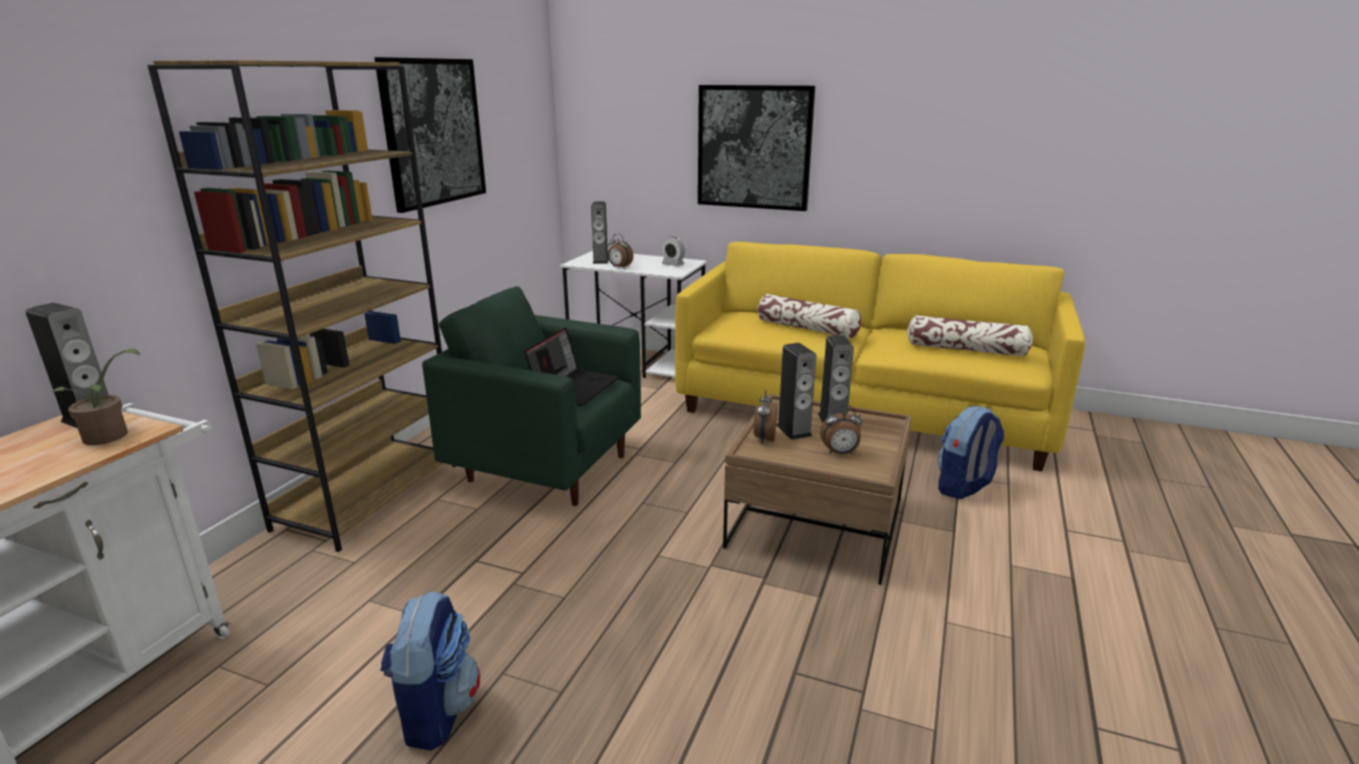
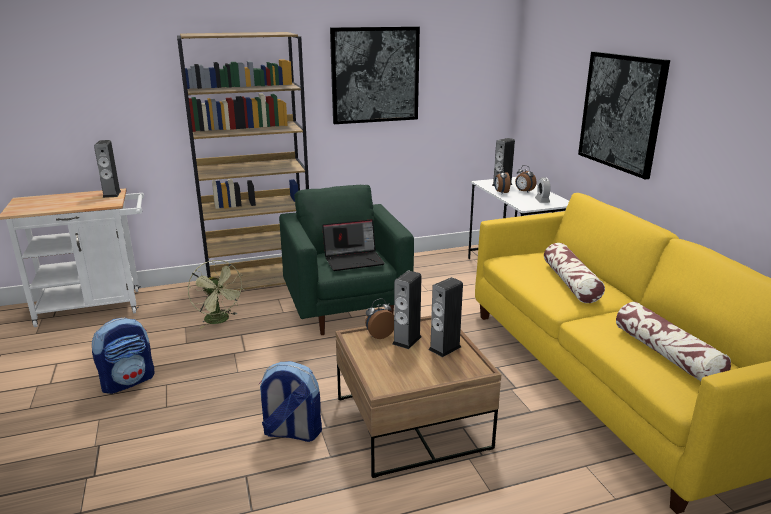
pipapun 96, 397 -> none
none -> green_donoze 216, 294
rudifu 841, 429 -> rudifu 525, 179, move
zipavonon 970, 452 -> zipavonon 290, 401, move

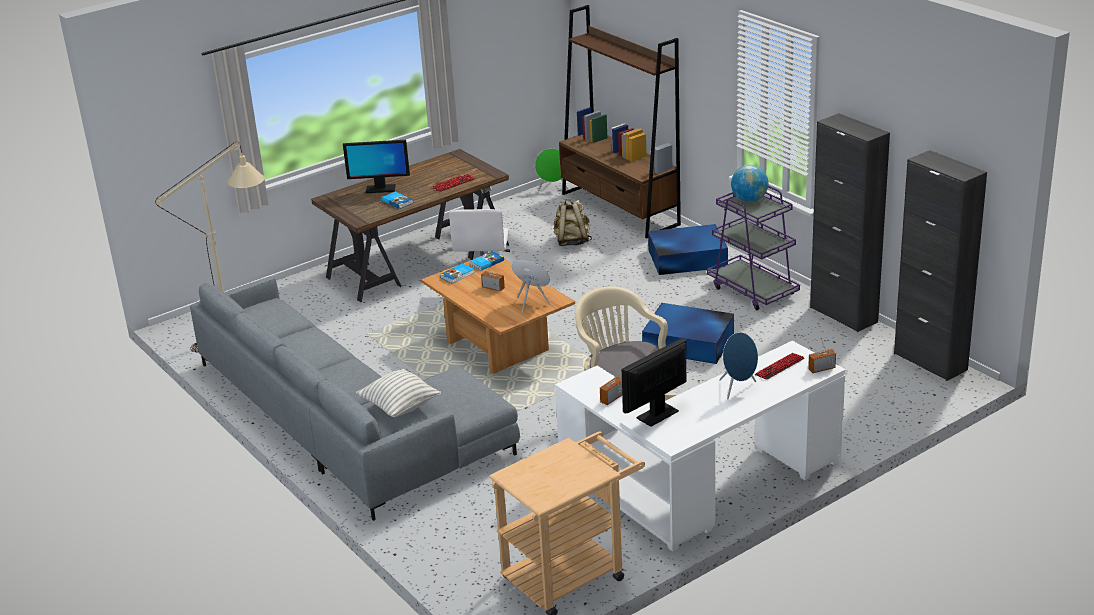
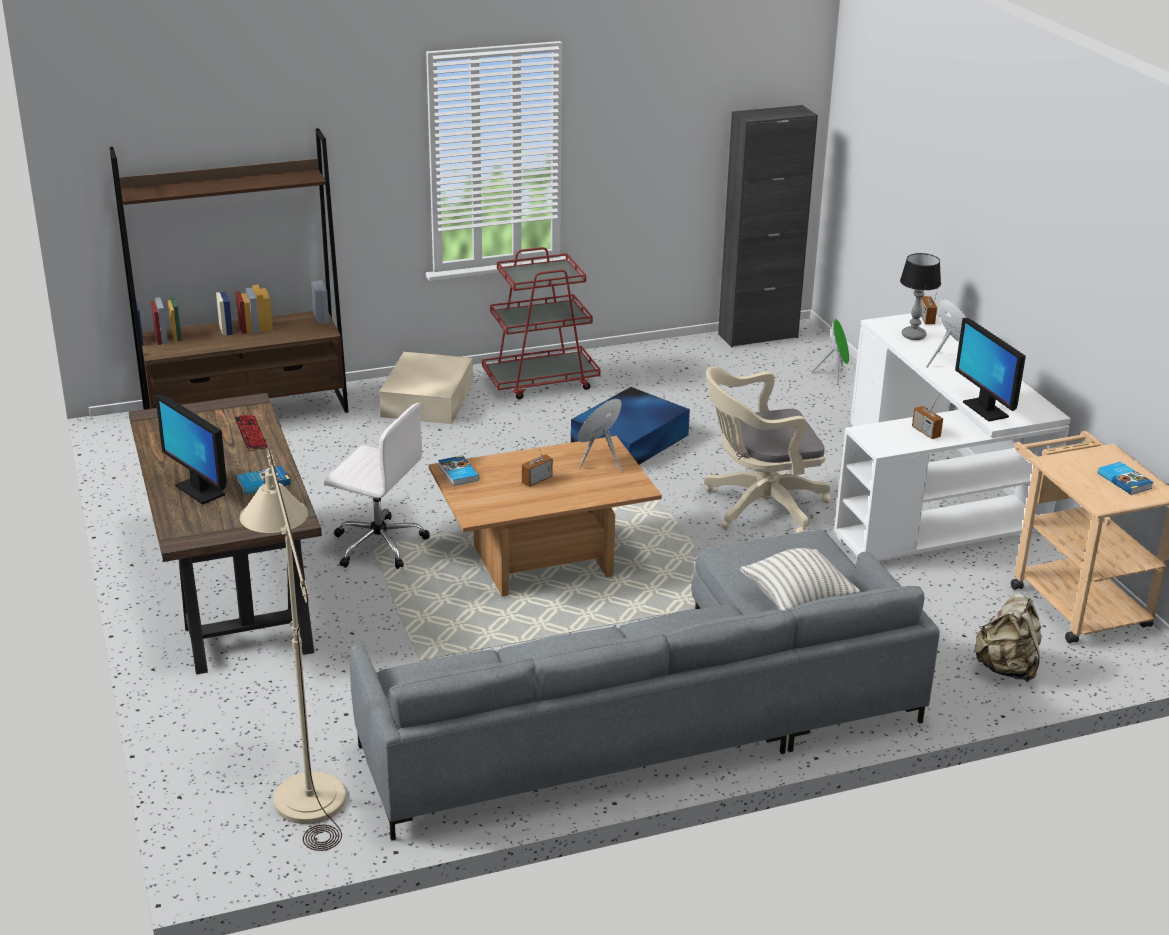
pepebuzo 750, 183 -> none
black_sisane 850, 222 -> none
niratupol 457, 273 -> niratupol 1126, 478, move
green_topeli 551, 170 -> green_topeli 830, 351, move
beige_zipavonon 572, 222 -> beige_zipavonon 1007, 637, move
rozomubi 779, 366 -> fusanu 920, 296
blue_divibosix 688, 249 -> beige_divibosix 426, 388
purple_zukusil 753, 248 -> red_zukusil 541, 323
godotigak 376, 166 -> godotigak 191, 449, 120 degrees clockwise

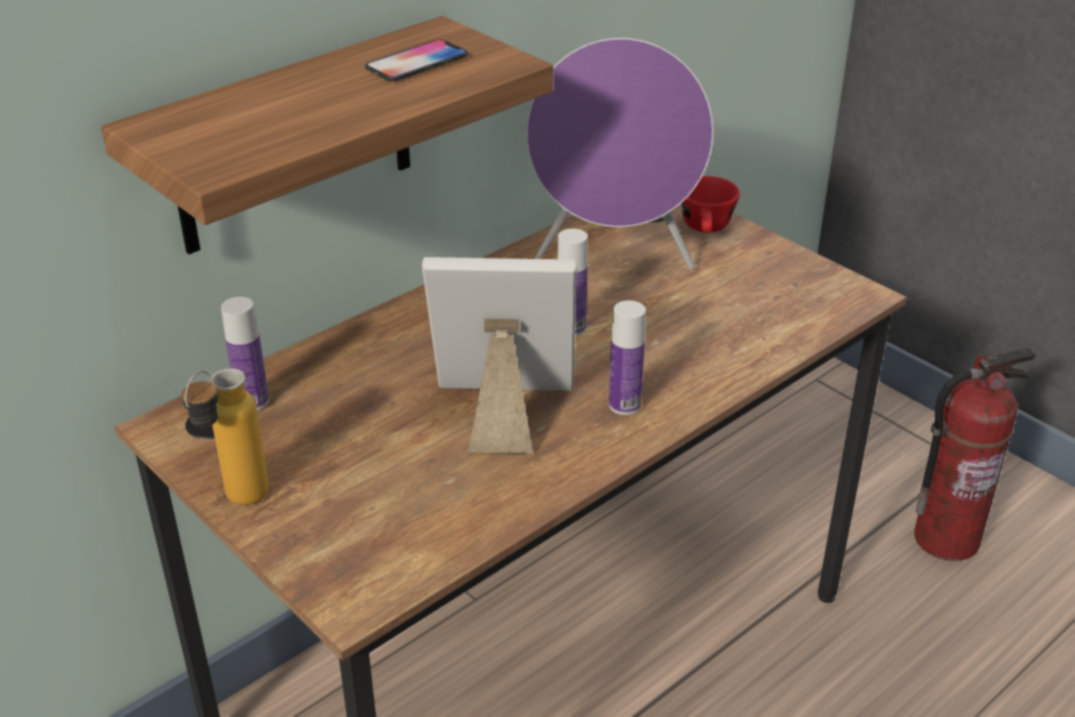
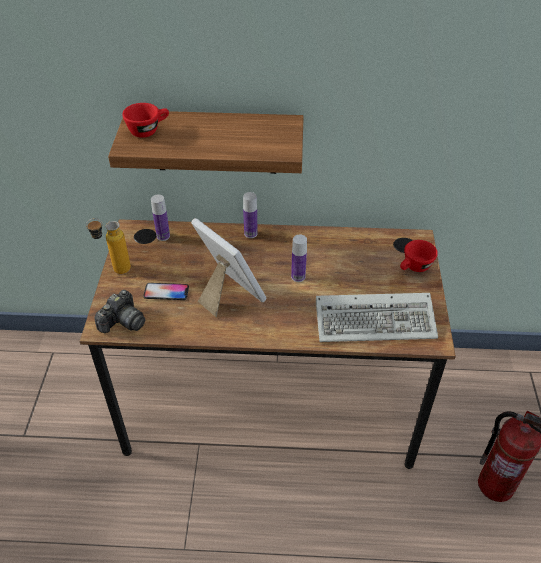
purple_topeli 619, 154 -> none
none -> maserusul 119, 311
none -> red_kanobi 145, 120
none -> rozomubi 377, 317
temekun 416, 60 -> temekun 166, 291, move
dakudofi 627, 357 -> dakudofi 250, 215, move

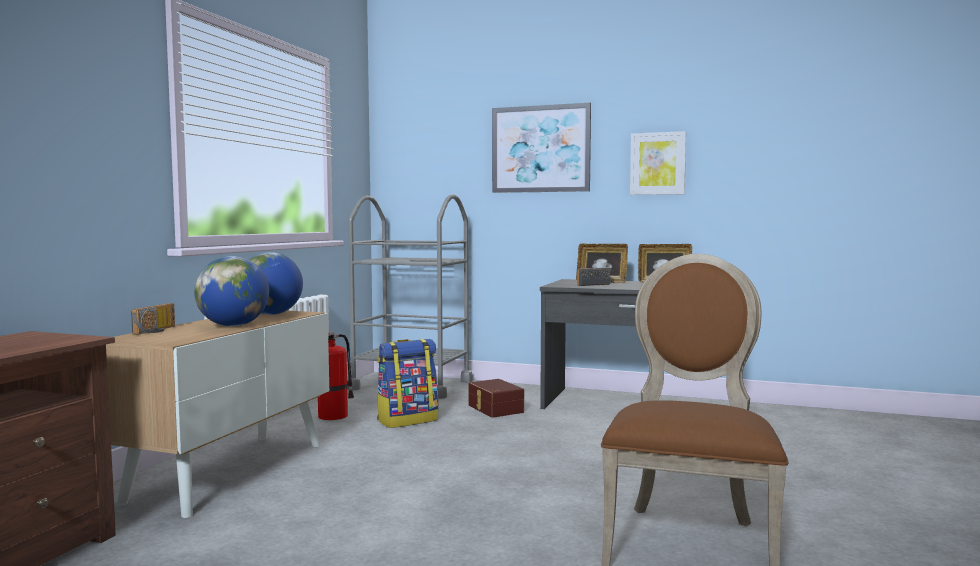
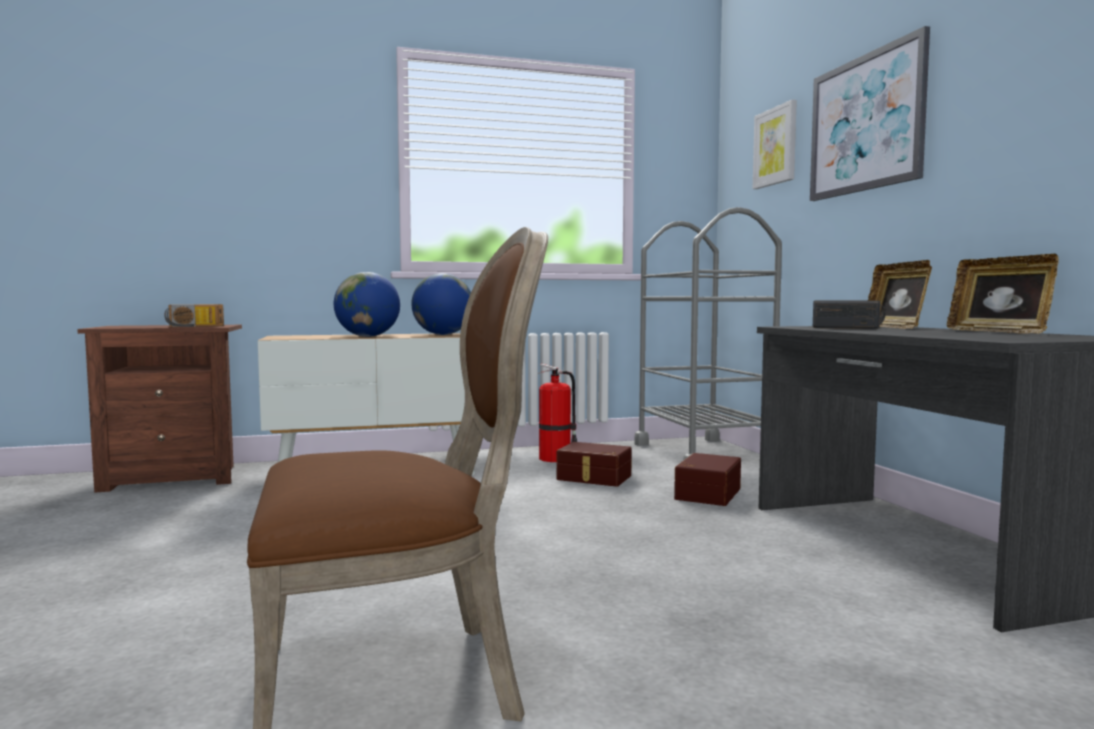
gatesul 153, 319 -> gatesul 194, 315, move
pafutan 658, 163 -> pafutan 775, 144, move
zipavonon 407, 383 -> brown_divibosix 594, 464

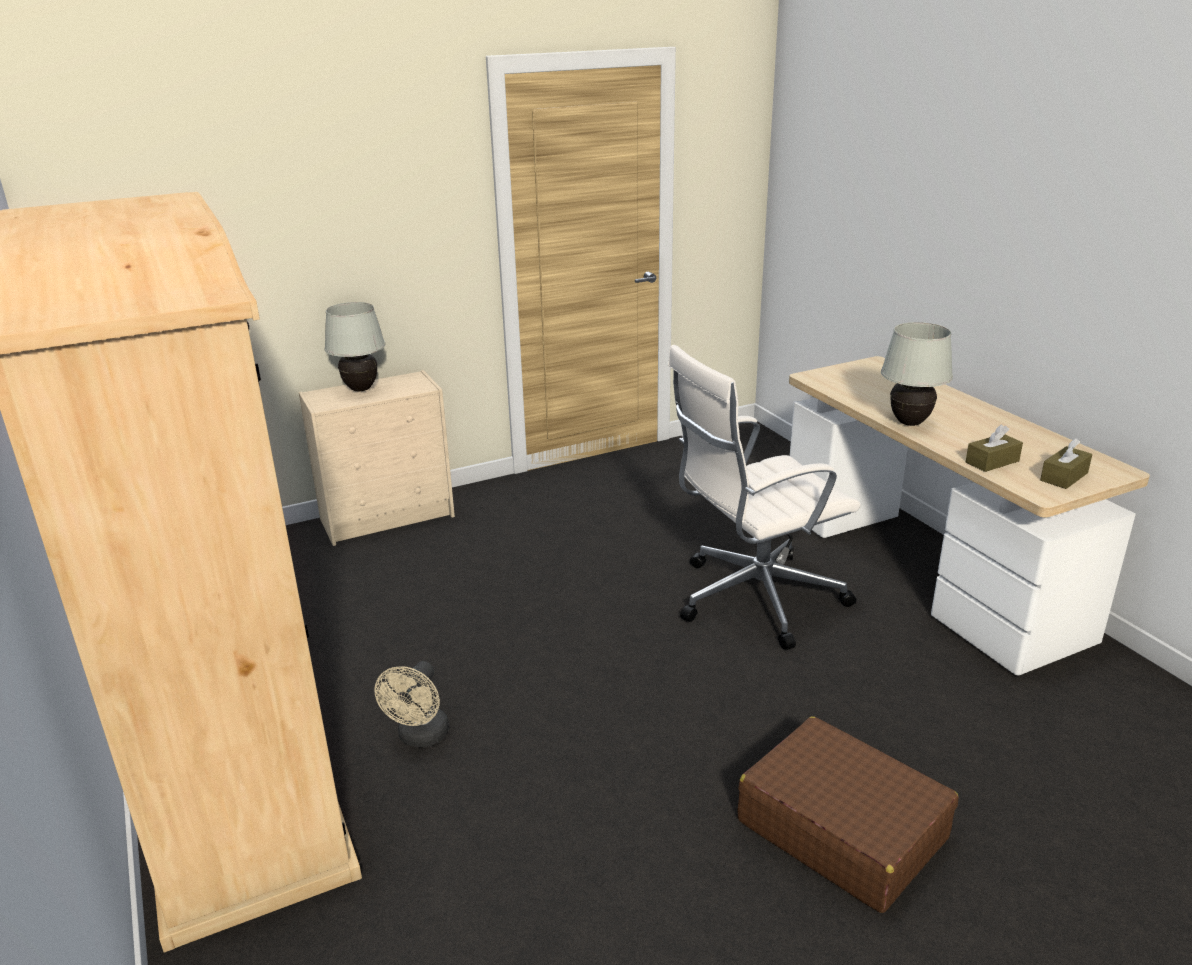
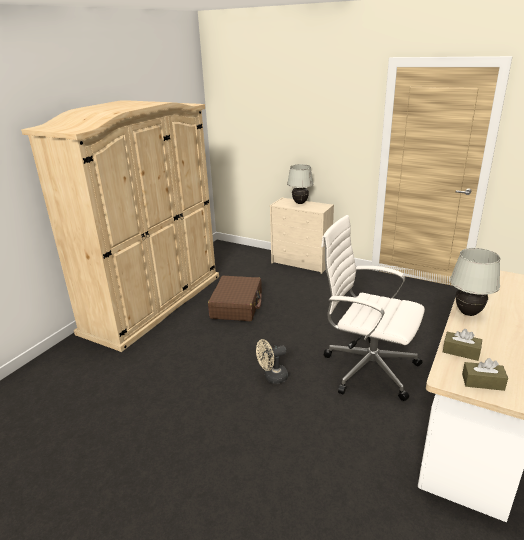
beige_donoze 411, 704 -> beige_donoze 272, 361, move
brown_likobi 848, 814 -> brown_likobi 235, 298, move

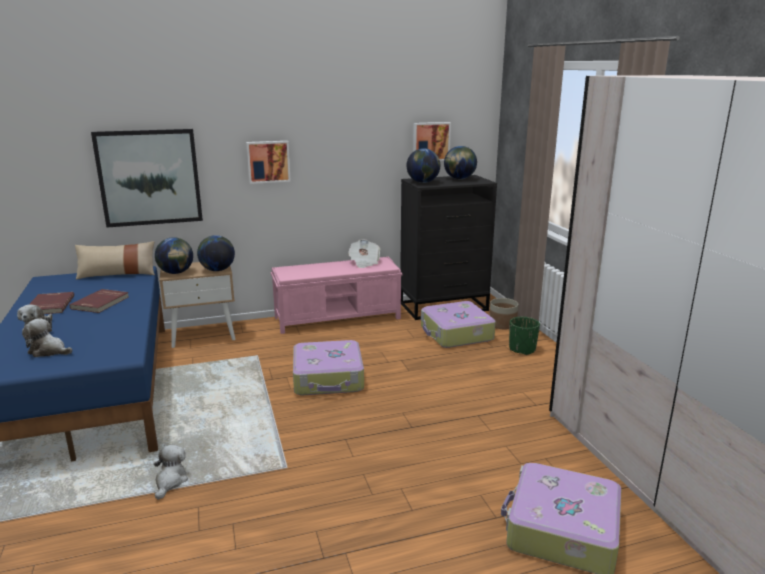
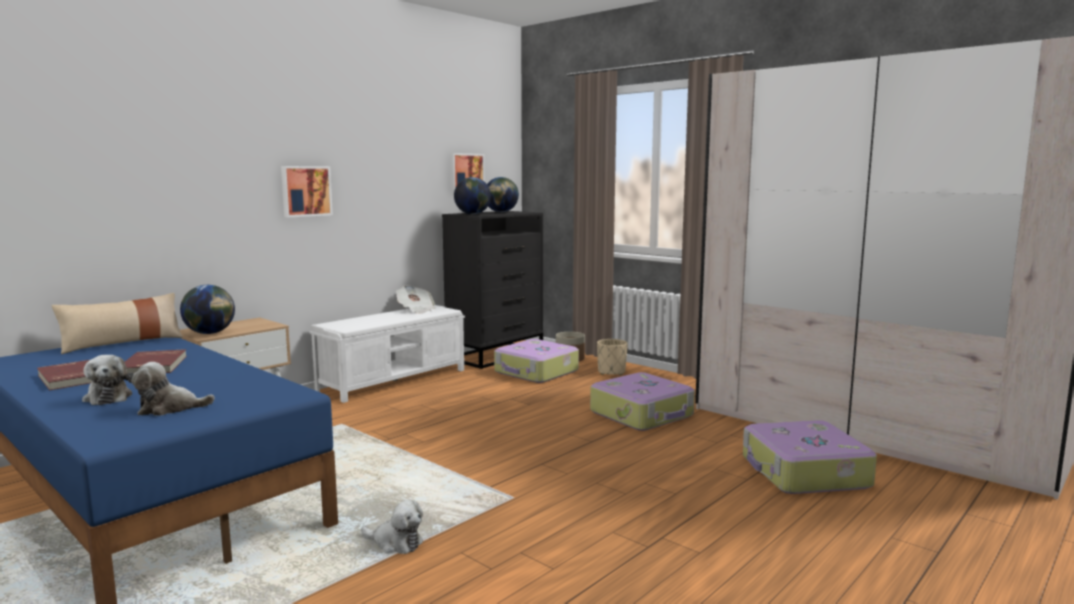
pafutan 147, 178 -> none
pepebuzo 216, 253 -> none
likobi 328, 367 -> likobi 642, 401, move
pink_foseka 337, 295 -> white_foseka 387, 354
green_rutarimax 524, 336 -> beige_rutarimax 612, 357
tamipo 171, 472 -> tamipo 392, 527, 135 degrees clockwise

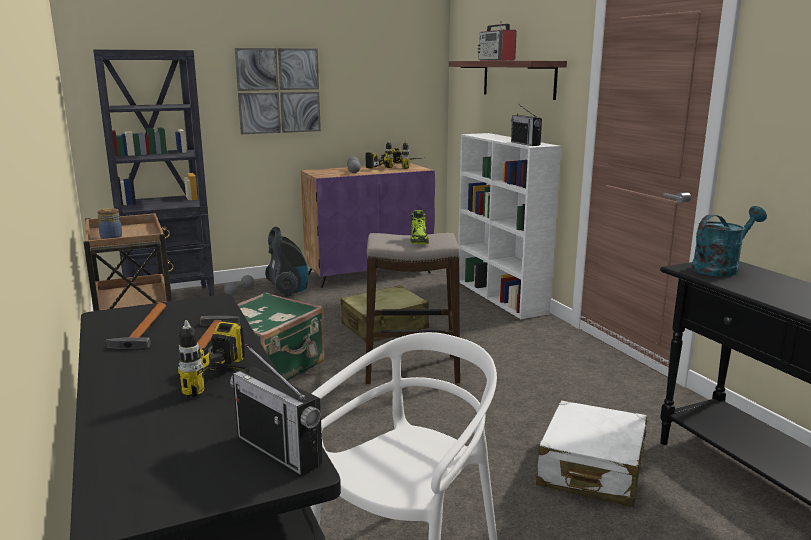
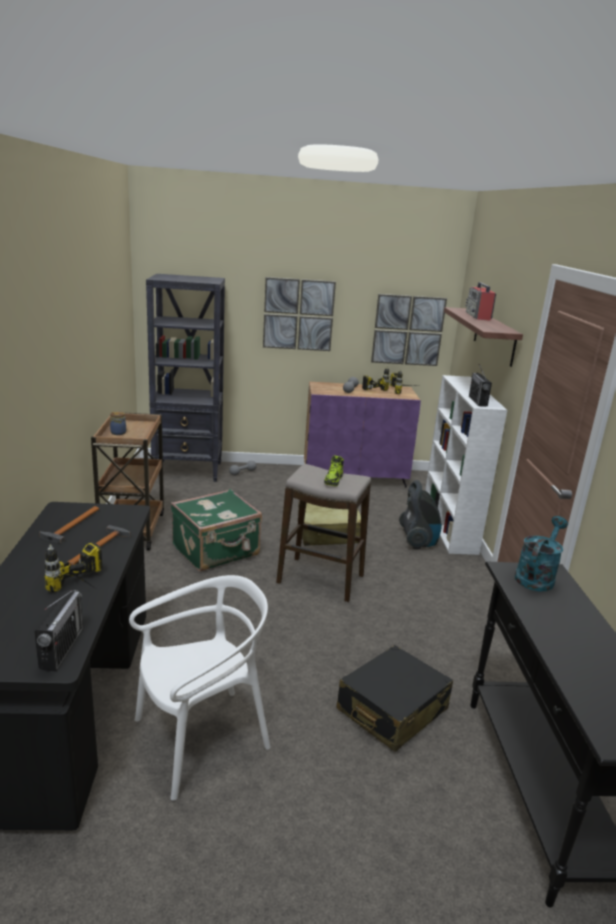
none -> pafutan 409, 330
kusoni 286, 262 -> kusoni 420, 514, move
white_likobi 591, 453 -> black_likobi 394, 698
gatesul 276, 410 -> gatesul 58, 630, 150 degrees counterclockwise
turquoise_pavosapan 729, 241 -> turquoise_pavosapan 541, 553, 45 degrees counterclockwise

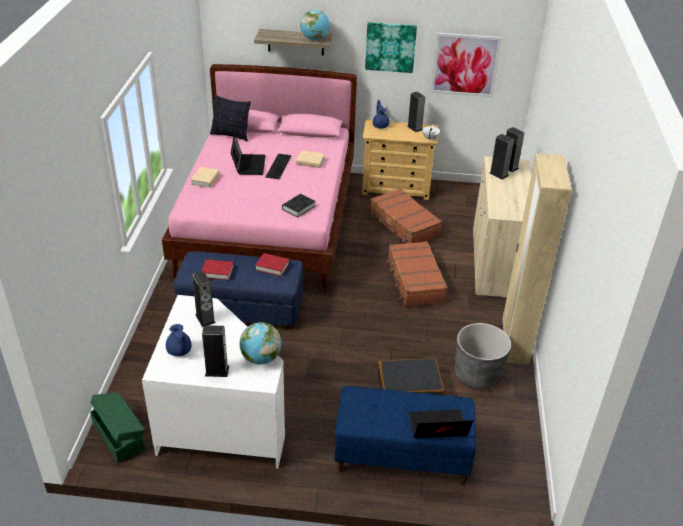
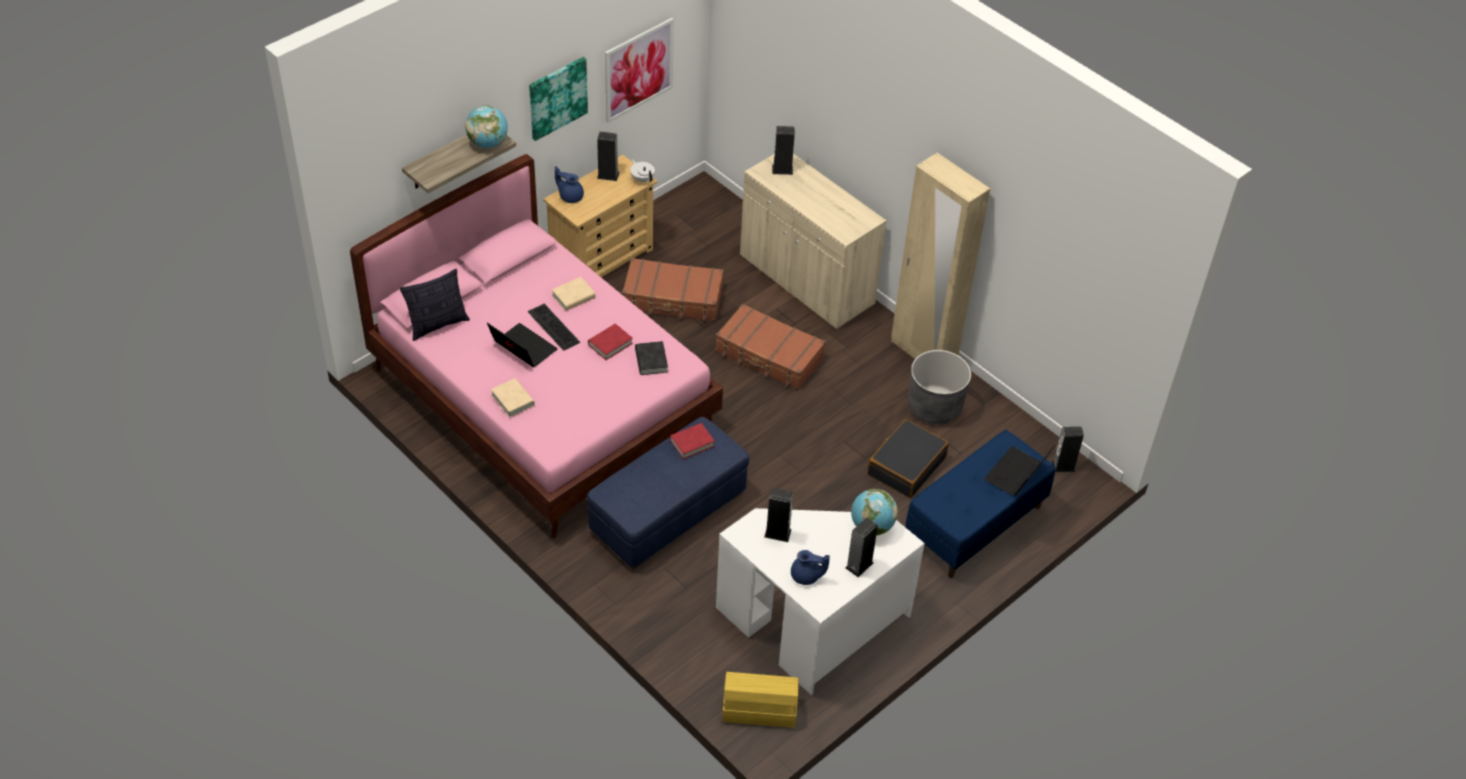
red_niratupol 217, 269 -> red_niratupol 610, 342, move
topeli 501, 157 -> topeli 1068, 449, move
green_divibosix 117, 427 -> yellow_divibosix 760, 700

